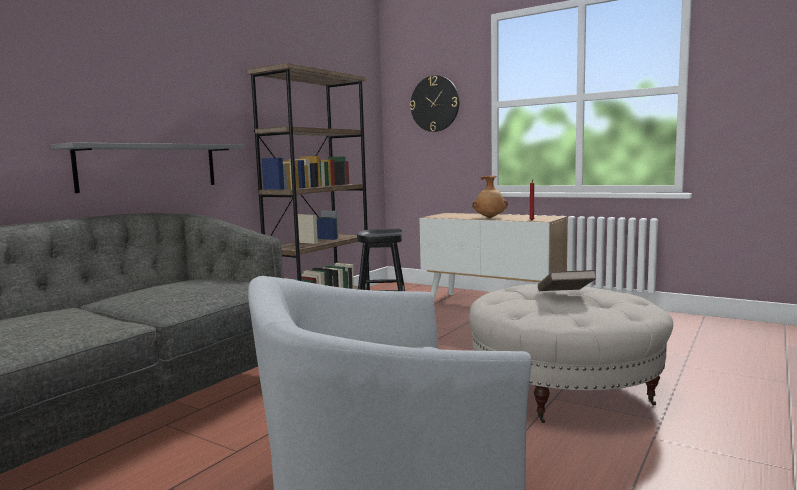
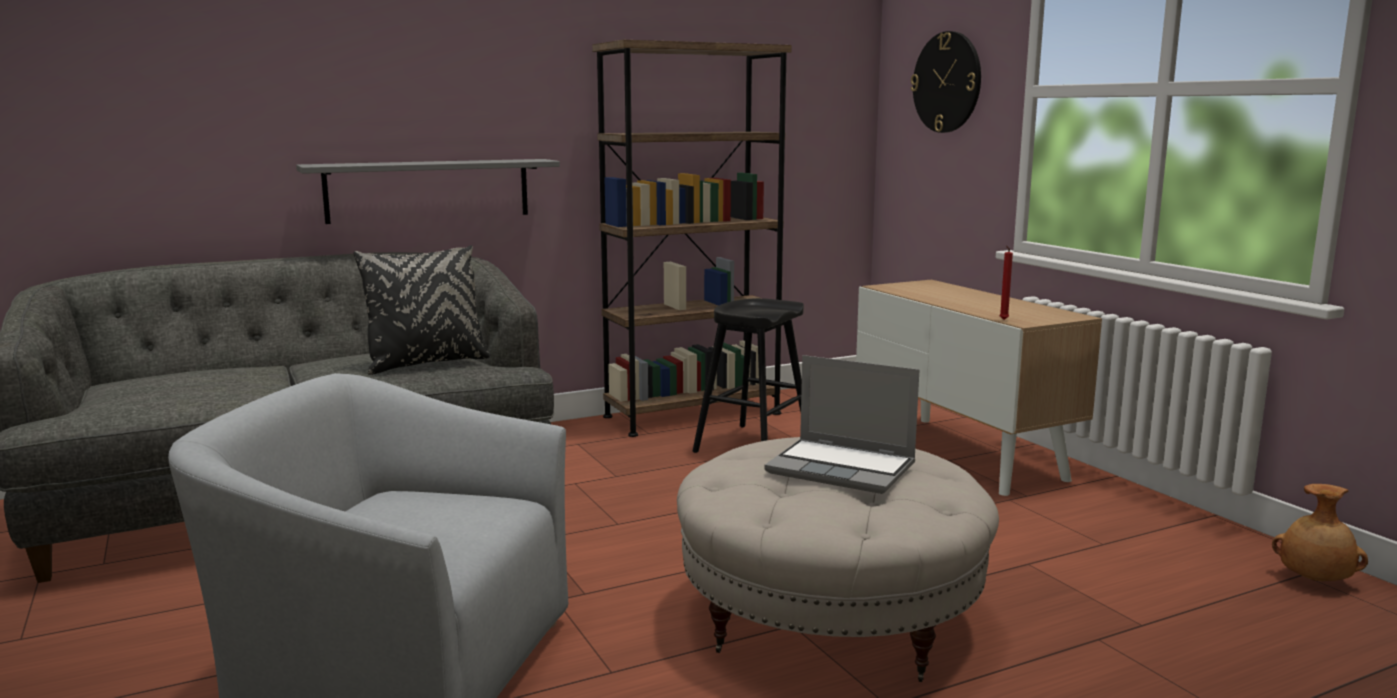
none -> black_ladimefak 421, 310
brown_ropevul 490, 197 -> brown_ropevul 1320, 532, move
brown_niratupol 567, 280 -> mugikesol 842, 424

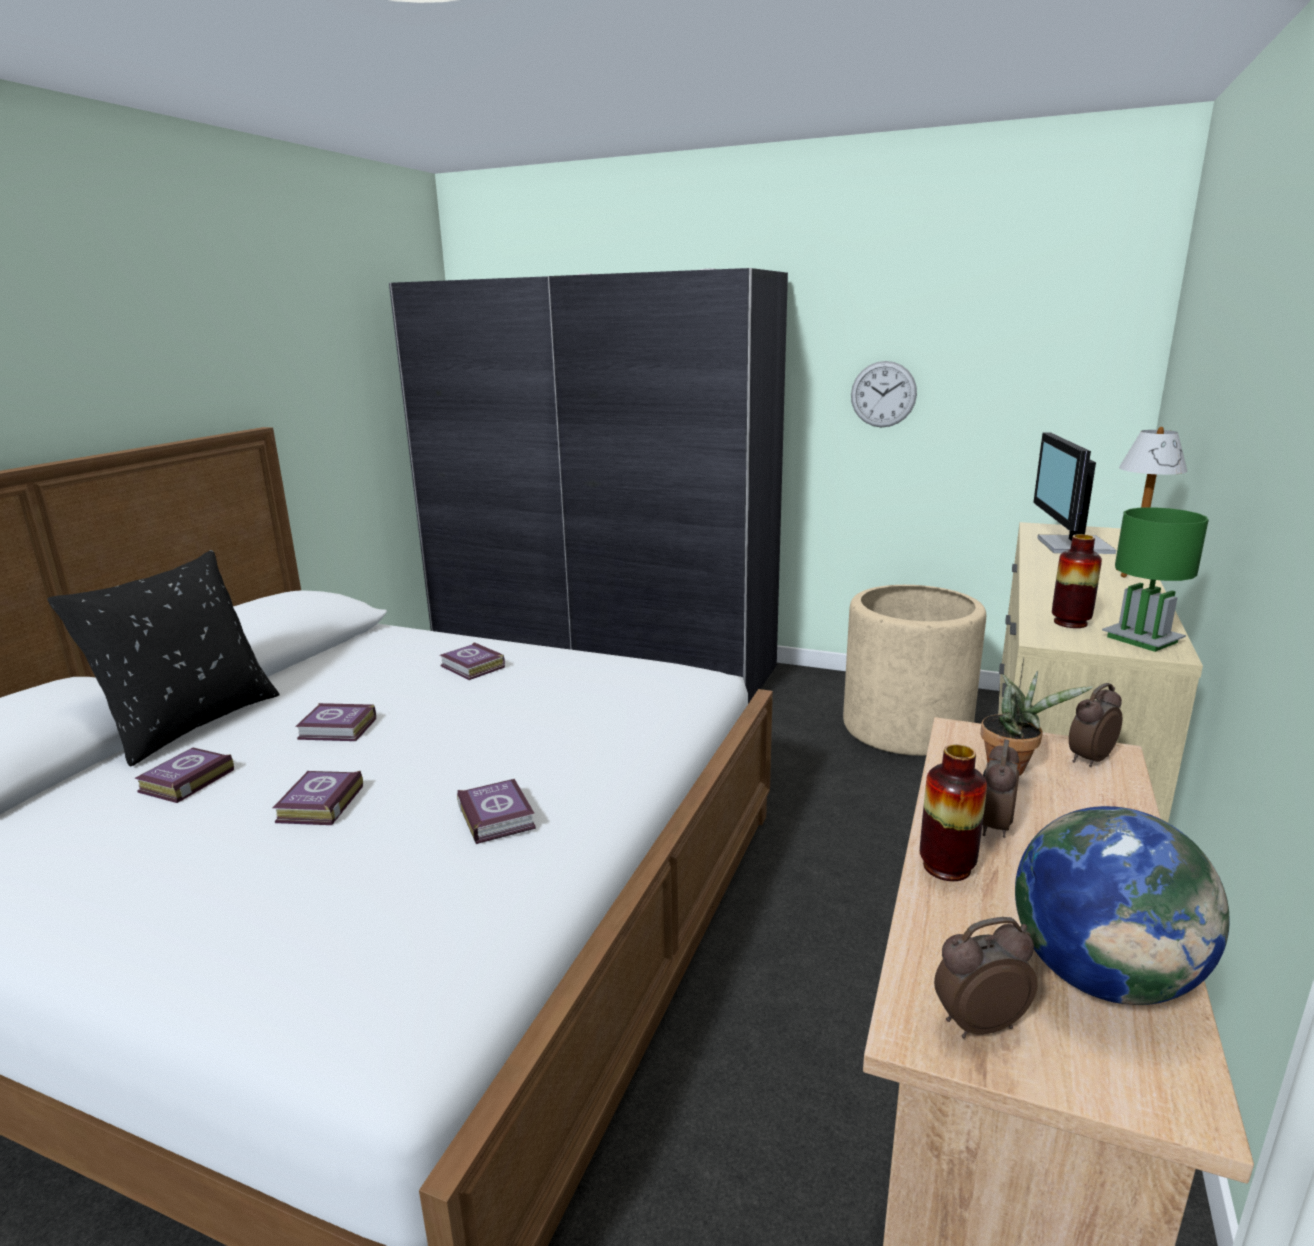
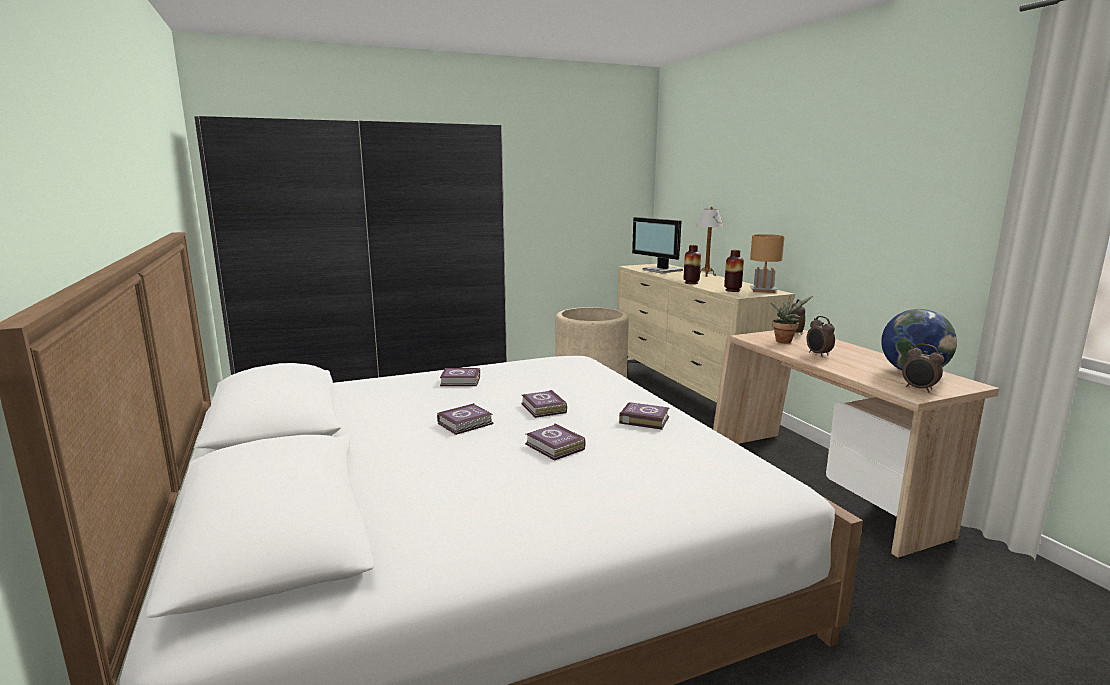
black_ladimefak 163, 658 -> none
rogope 884, 394 -> none
niratupol 184, 775 -> niratupol 544, 404, move
ropevul 953, 812 -> ropevul 692, 264, move
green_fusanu 1155, 579 -> brown_fusanu 767, 263
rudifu 985, 977 -> rudifu 923, 368, 75 degrees counterclockwise

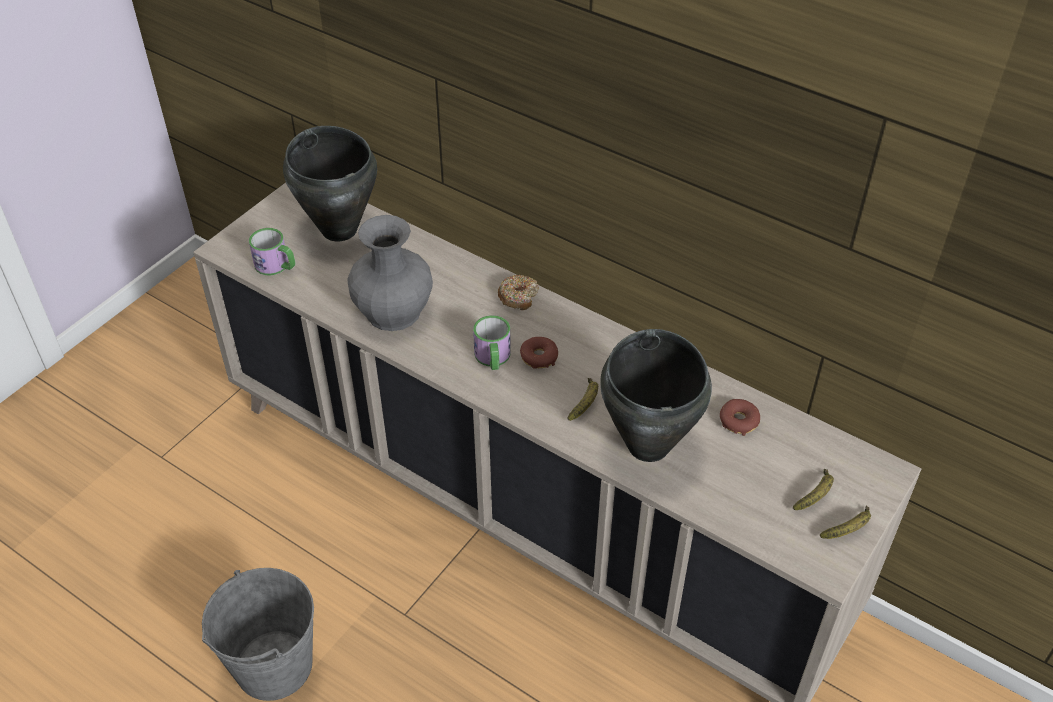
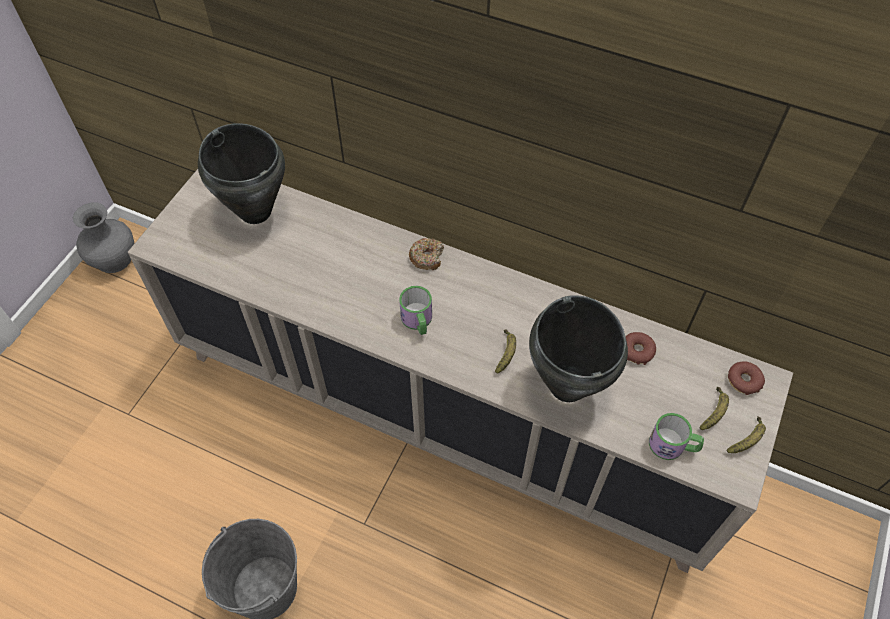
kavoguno 272, 251 -> kavoguno 676, 436, move
grey_ropevul 390, 273 -> grey_ropevul 103, 238, move
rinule 539, 353 -> rinule 746, 378, move

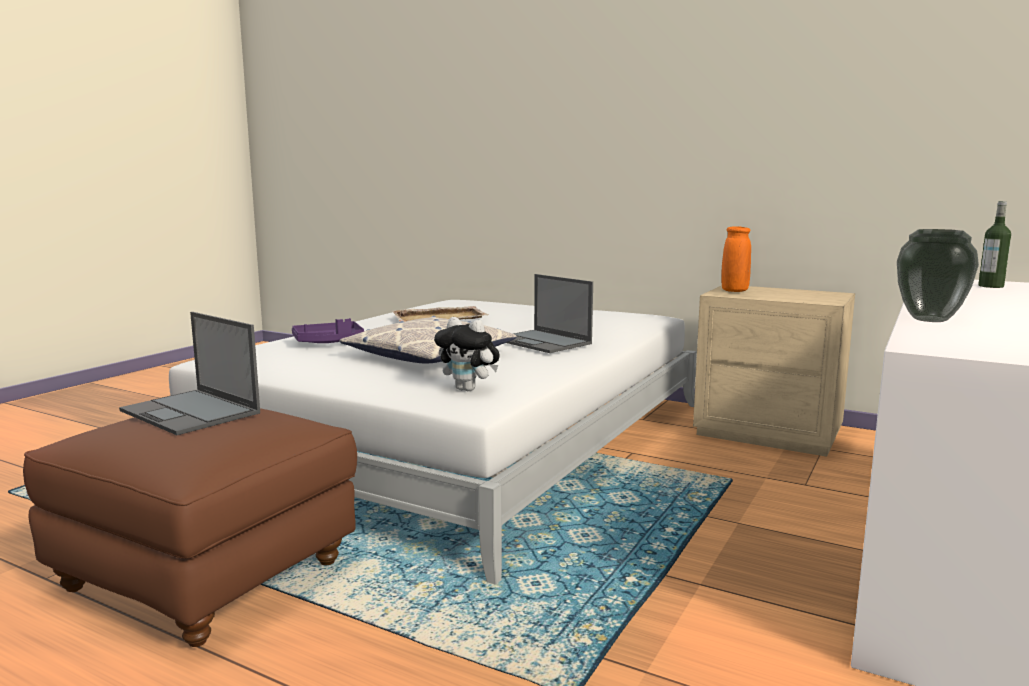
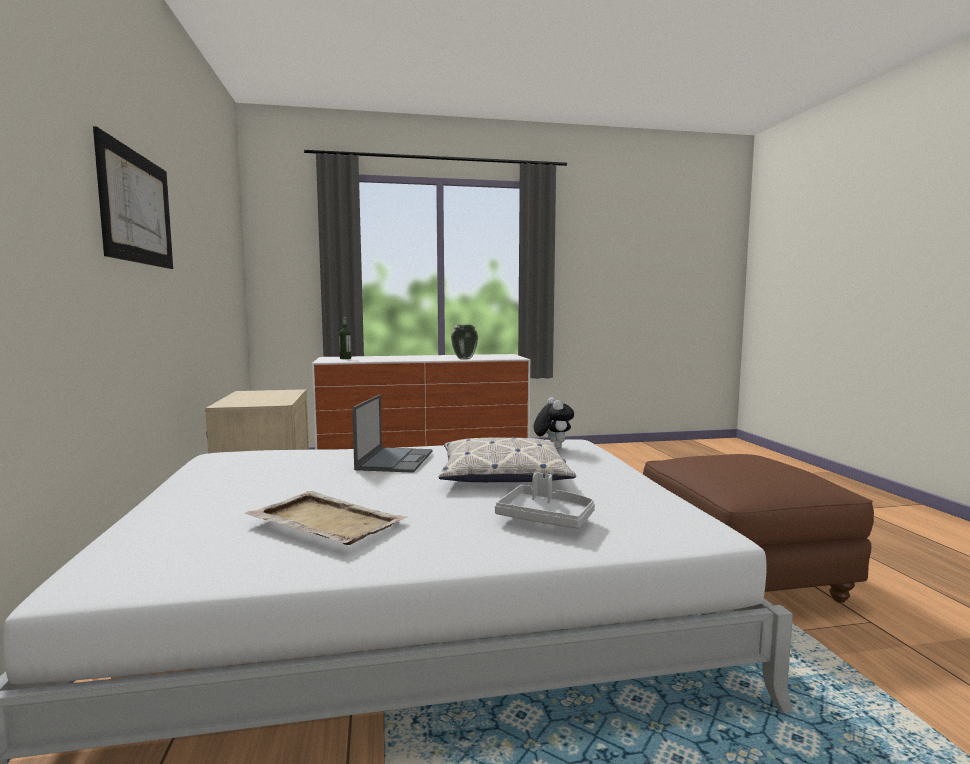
mugikesol 189, 373 -> none
orange_ropevul 736, 259 -> none
none -> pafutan 133, 197
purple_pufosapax 328, 330 -> grey_pufosapax 545, 500

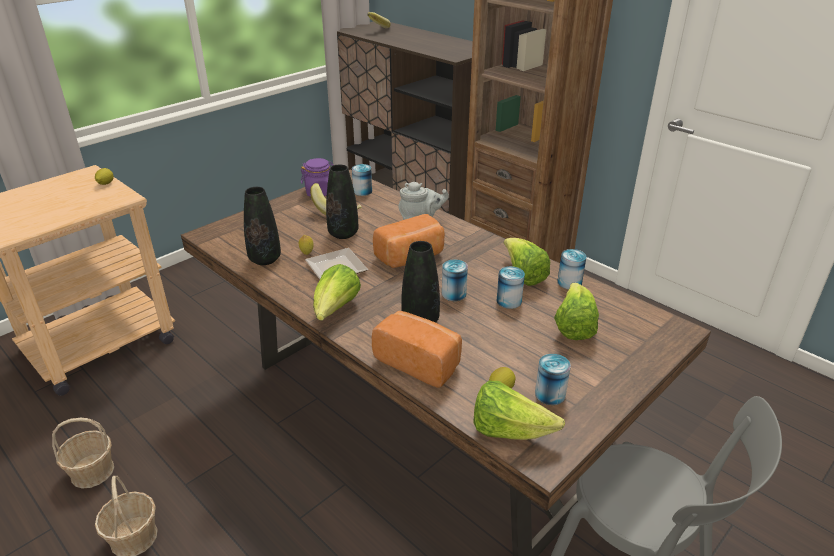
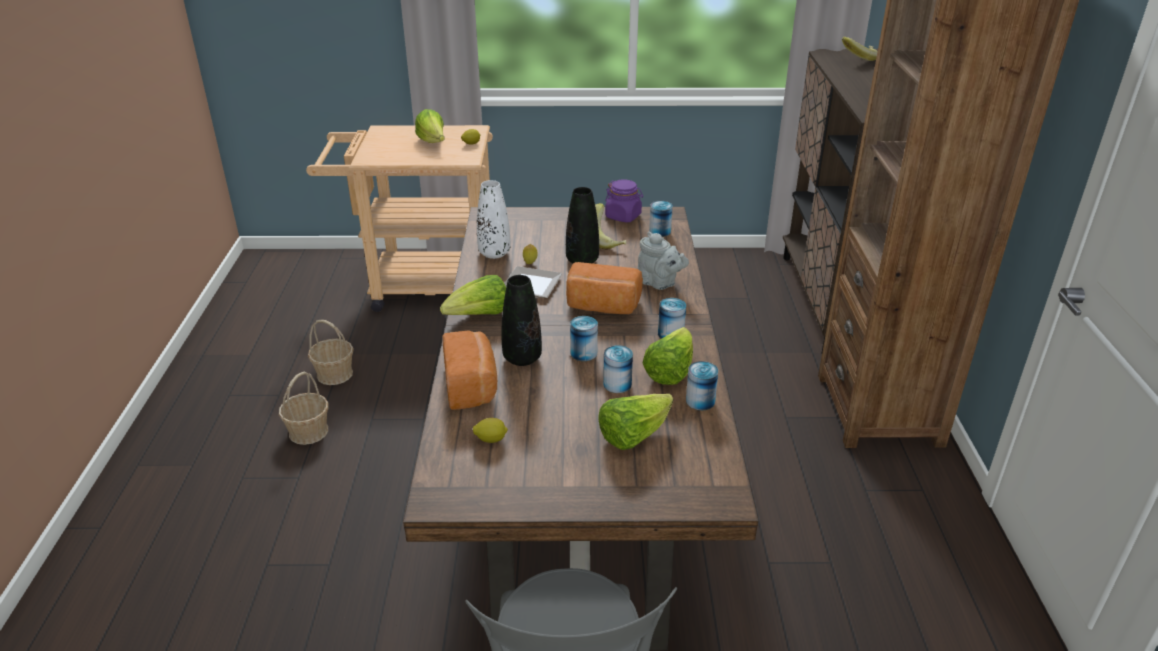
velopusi 519, 410 -> velopusi 430, 126, move
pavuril 553, 379 -> pavuril 672, 318, move
black_ropevul 262, 226 -> white_ropevul 493, 219

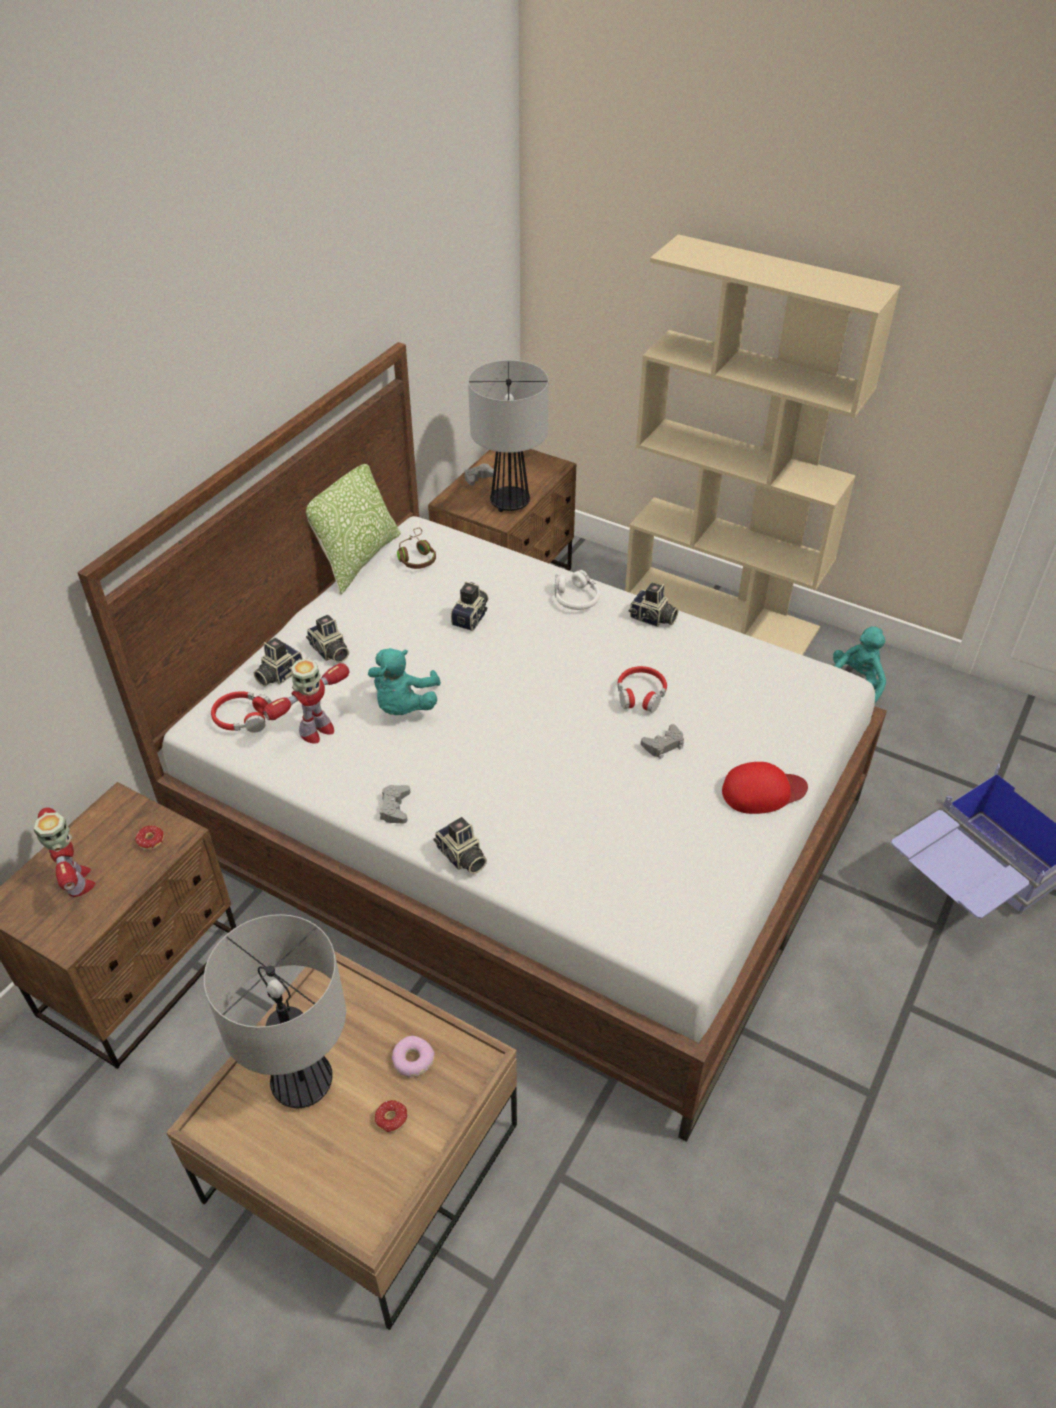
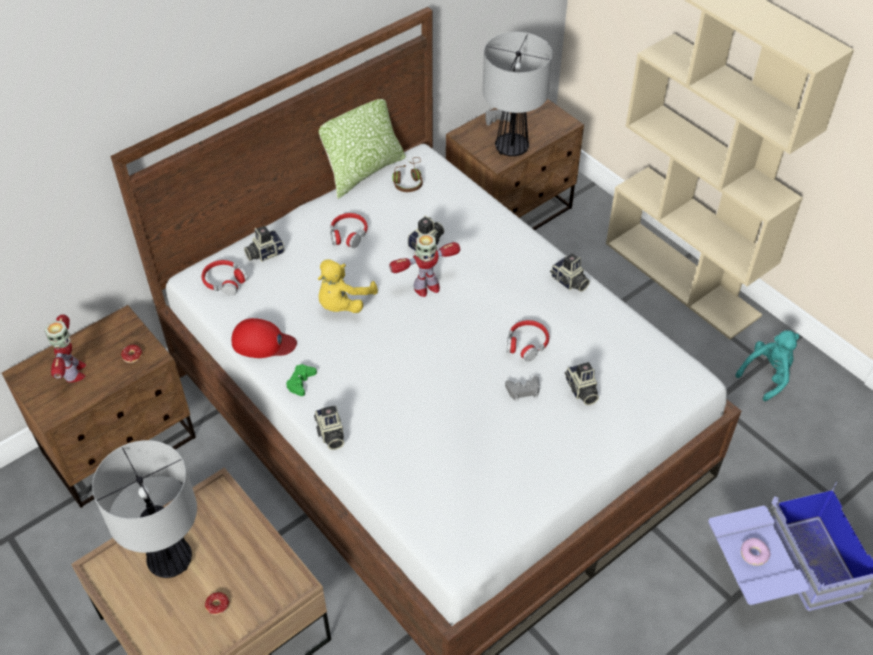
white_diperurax 577, 589 -> none
none -> red_diperurax 349, 230
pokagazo 306, 701 -> pokagazo 424, 265, move
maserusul 327, 639 -> maserusul 582, 383, move
rinule 413, 1056 -> rinule 755, 552, move
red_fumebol 765, 788 -> red_fumebol 264, 338, move
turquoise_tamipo 404, 681 -> yellow_tamipo 348, 286
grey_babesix 395, 804 -> green_babesix 301, 380

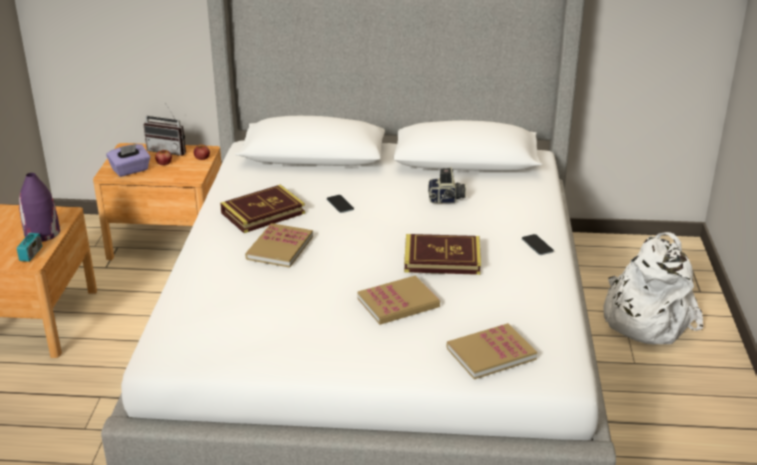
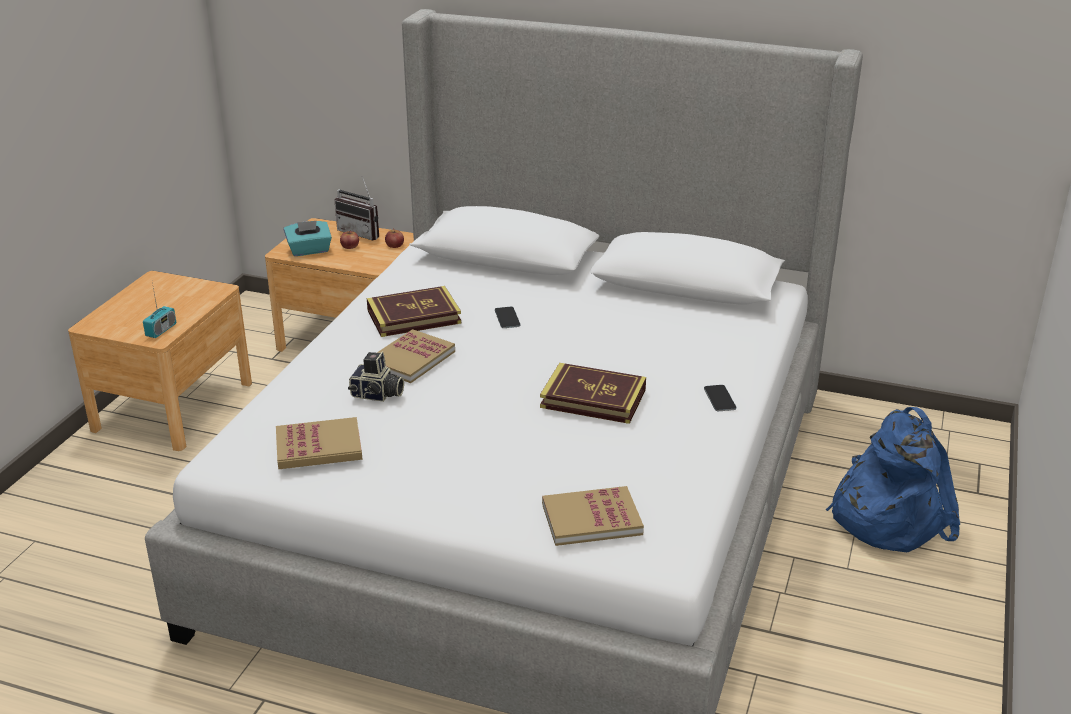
purple_ropevul 39, 207 -> none
niratupol 398, 300 -> niratupol 319, 443, move
maserusul 447, 185 -> maserusul 376, 377, move
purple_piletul 128, 160 -> turquoise_piletul 308, 238
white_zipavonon 653, 288 -> blue_zipavonon 893, 479

